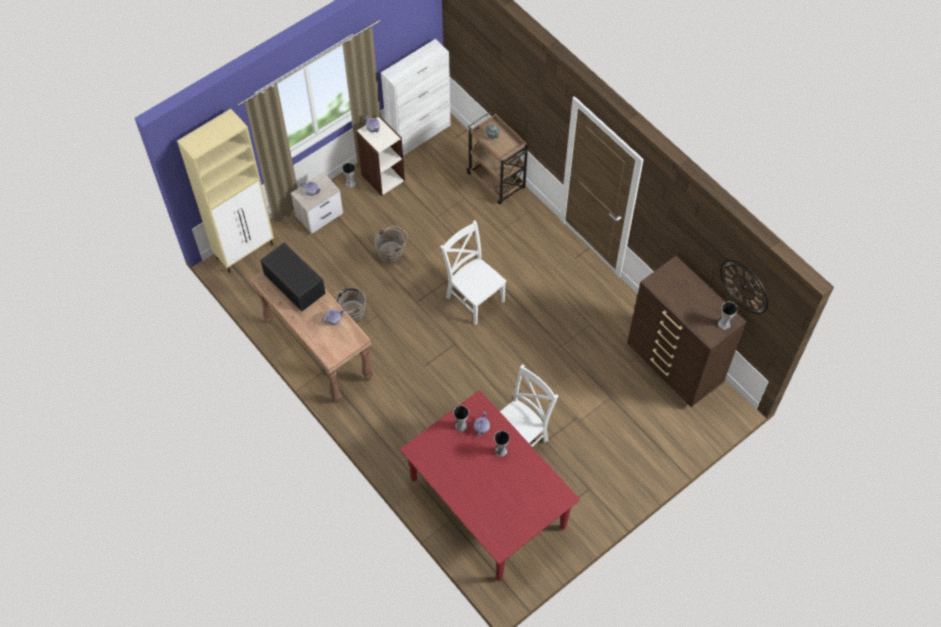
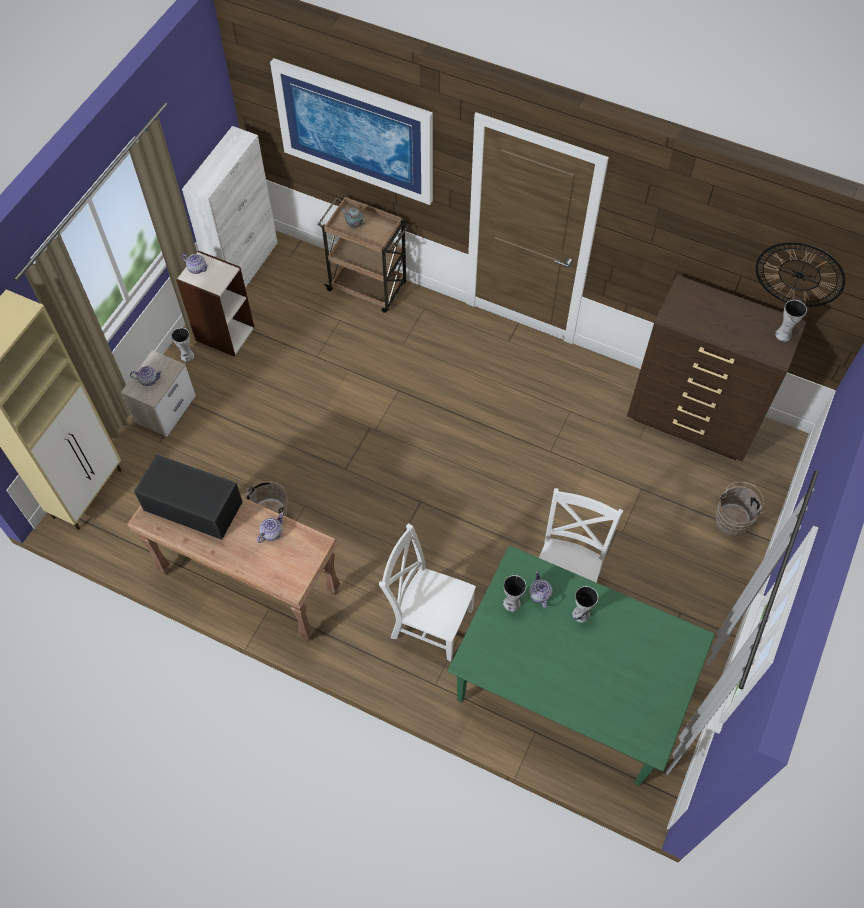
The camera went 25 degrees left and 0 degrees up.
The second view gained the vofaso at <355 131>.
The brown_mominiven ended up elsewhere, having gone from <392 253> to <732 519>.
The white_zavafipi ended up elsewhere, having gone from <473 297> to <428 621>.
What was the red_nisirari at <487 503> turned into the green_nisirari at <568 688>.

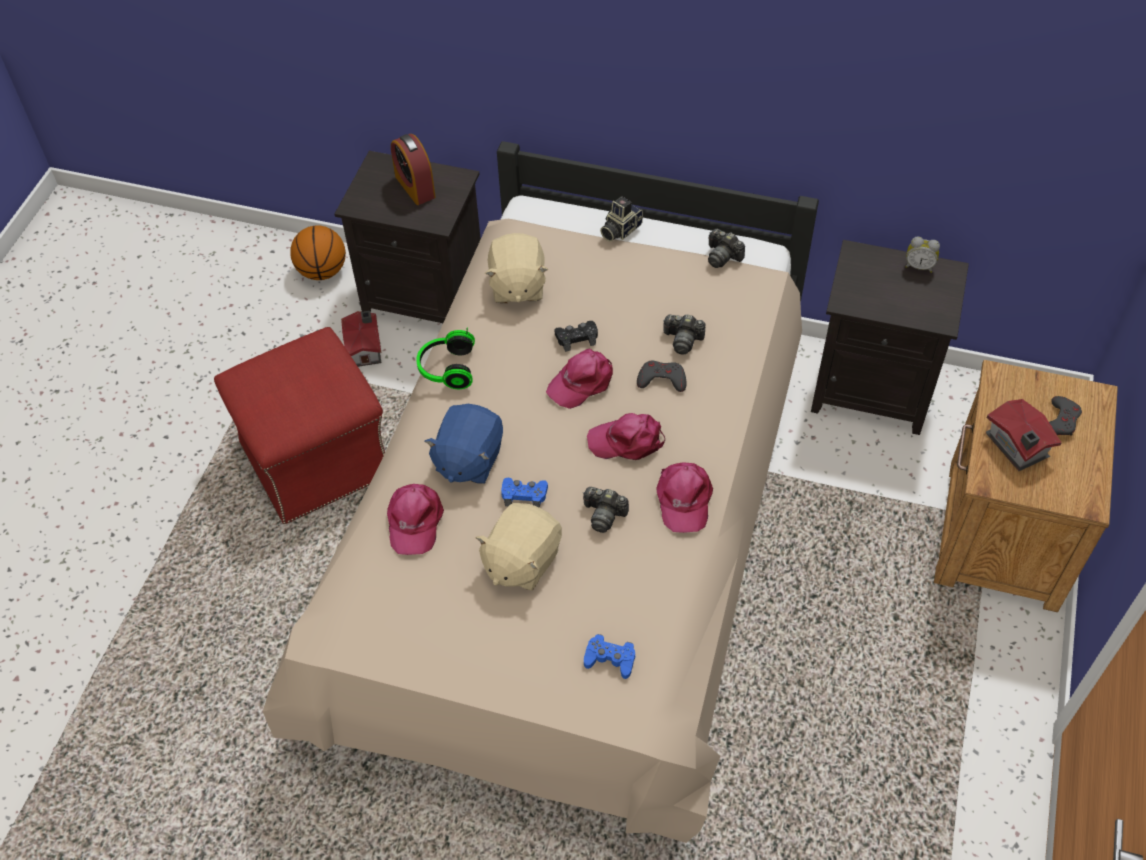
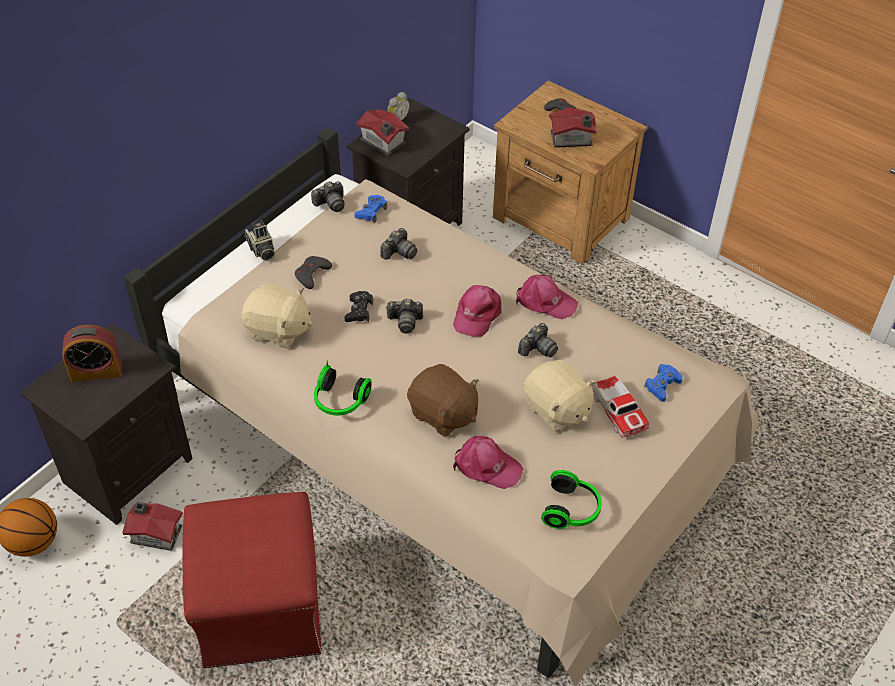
The camera went 70 degrees left and 5 degrees down.
The second view gained the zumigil at <383 142>.
The second view gained the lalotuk at <572 510>.
The second view gained the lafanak at <618 411>.
The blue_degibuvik ended up elsewhere, having gone from <524 495> to <371 212>.
The grey_degibuvik ended up elsewhere, having gone from <661 379> to <312 274>.
Where the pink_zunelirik stood at <582 382>, the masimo came to stand at <405 321>.
What was the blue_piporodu at <468 459> turned into the brown_piporodu at <443 414>.

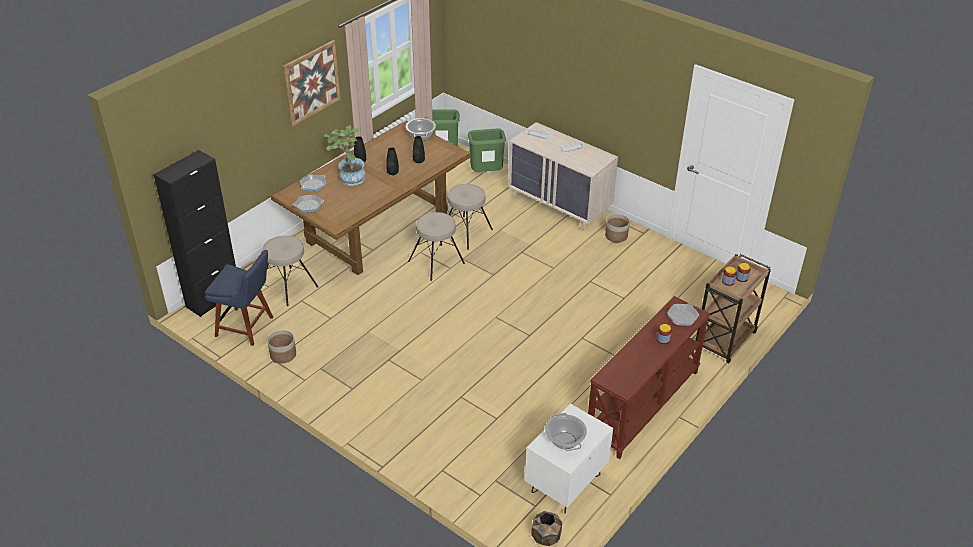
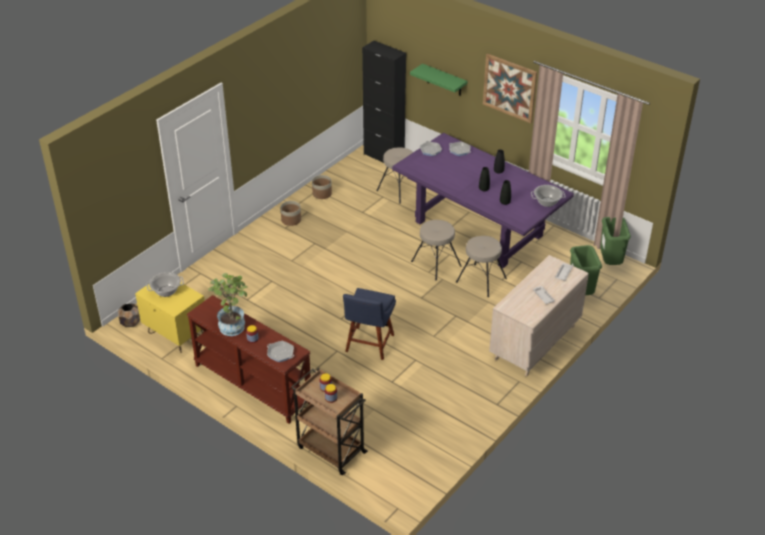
The camera went 90 degrees right and 0 degrees up.
The second view gained the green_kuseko at <444 80>.
The blue_zavafipi ended up elsewhere, having gone from <247 327> to <369 345>.
The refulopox ended up elsewhere, having gone from <348 178> to <233 324>.
The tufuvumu ended up elsewhere, having gone from <616 236> to <291 220>.
What was the brown_nisirari at <378 229> turned into the purple_nisirari at <479 229>.
What was the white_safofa at <566 484> turned into the yellow_safofa at <175 335>.

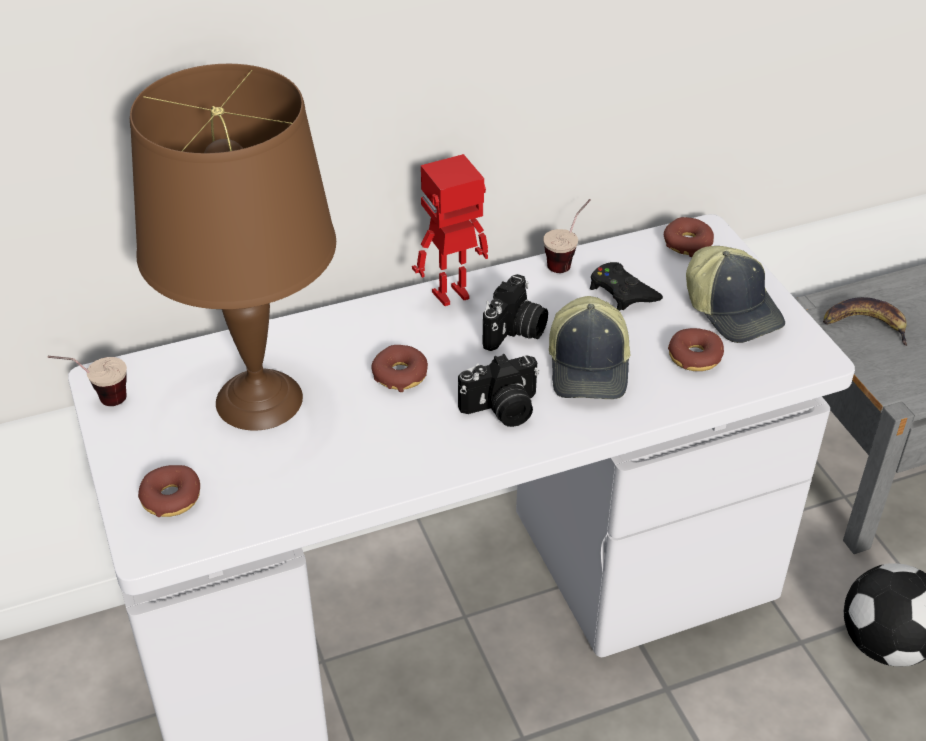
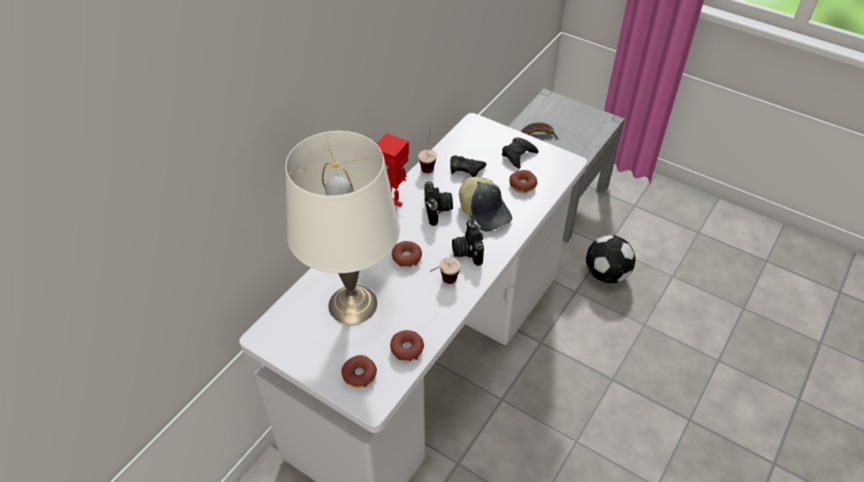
The camera went 35 degrees left and 5 degrees up.
The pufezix ended up elsewhere, having gone from <97 400> to <443 283>.
The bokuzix ended up elsewhere, having gone from <687 243> to <407 349>.
Where the zunelirik stood at <733 309>, the black_degibuvik came to stand at <518 155>.
What was the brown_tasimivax at <260 400> turned into the white_tasimivax at <353 304>.
The masimo at <502 410> ended up facing another way, 135 degrees clockwise from before.

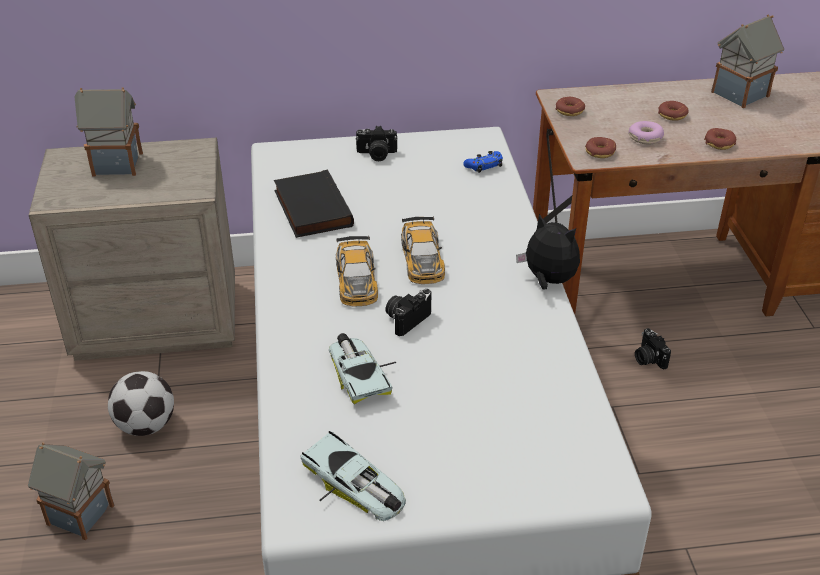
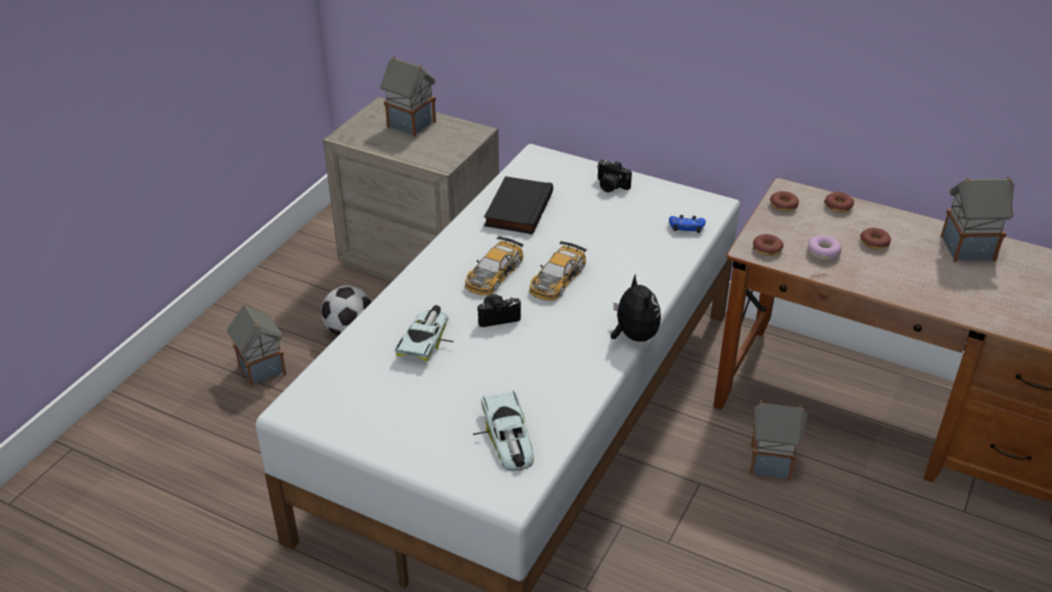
The camera went 35 degrees right and 0 degrees up.
The lafanak ended up elsewhere, having gone from <354 485> to <507 437>.
The bokuzix ended up elsewhere, having gone from <719 143> to <838 206>.
Where the masimo stood at <648 358>, the zumigil came to stand at <771 462>.

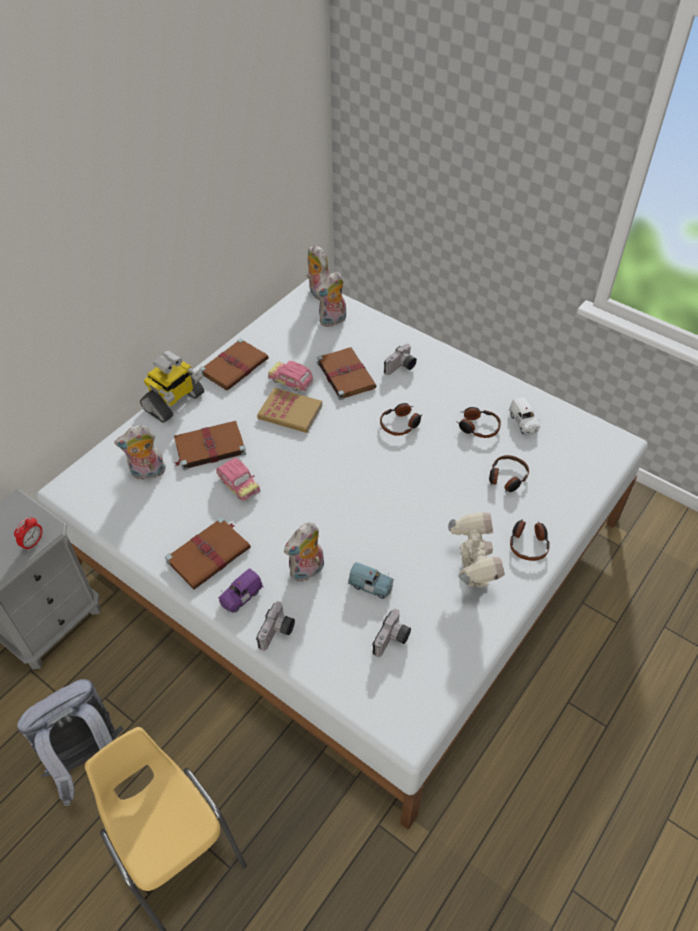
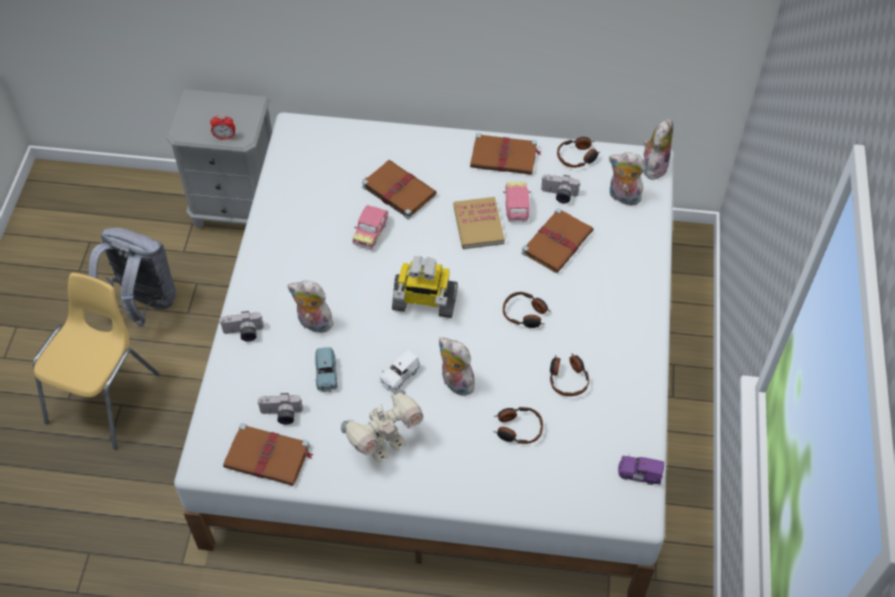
The camera went 60 degrees right and 5 degrees up.
The piporodu ended up elsewhere, having gone from <147 473> to <455 383>.
The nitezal ended up elsewhere, having gone from <174 402> to <424 302>.
The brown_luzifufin ended up elsewhere, having gone from <209 554> to <269 457>.
The purple_lafanak ended up elsewhere, having gone from <240 596> to <639 473>.
The masimo ended up elsewhere, having gone from <401 368> to <559 195>.
The white_lafanak ended up elsewhere, having gone from <523 423> to <399 376>.
The lalotuk ended up elsewhere, having gone from <528 543> to <577 157>.

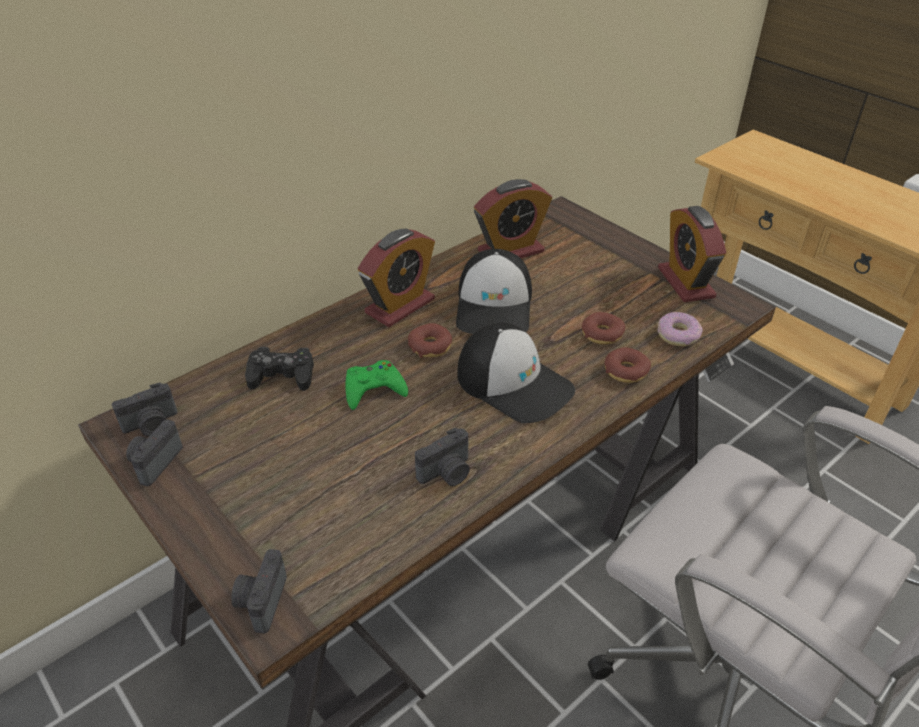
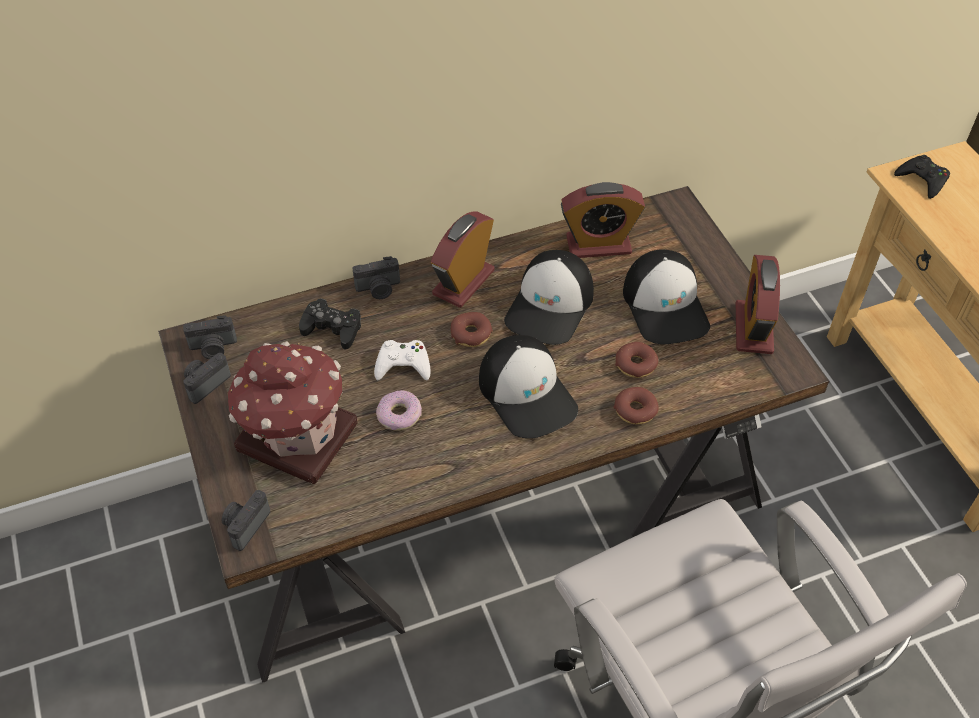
The camera went 20 degrees right and 10 degrees up.
The second view gained the zumigil at <295 436>.
The second view gained the zunelirik at <666 306>.
The second view gained the black_degibuvik at <922 180>.
The masimo ended up elsewhere, having gone from <447 473> to <379 289>.
The bokuzix ended up elsewhere, having gone from <678 335> to <399 415>.
What was the green_degibuvik at <374 389> turned into the white_degibuvik at <403 365>.
The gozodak at <400 306> ended up facing another way, 150 degrees clockwise from before.

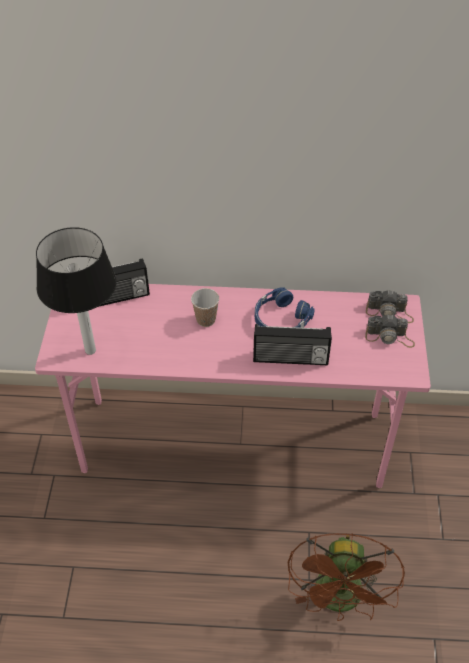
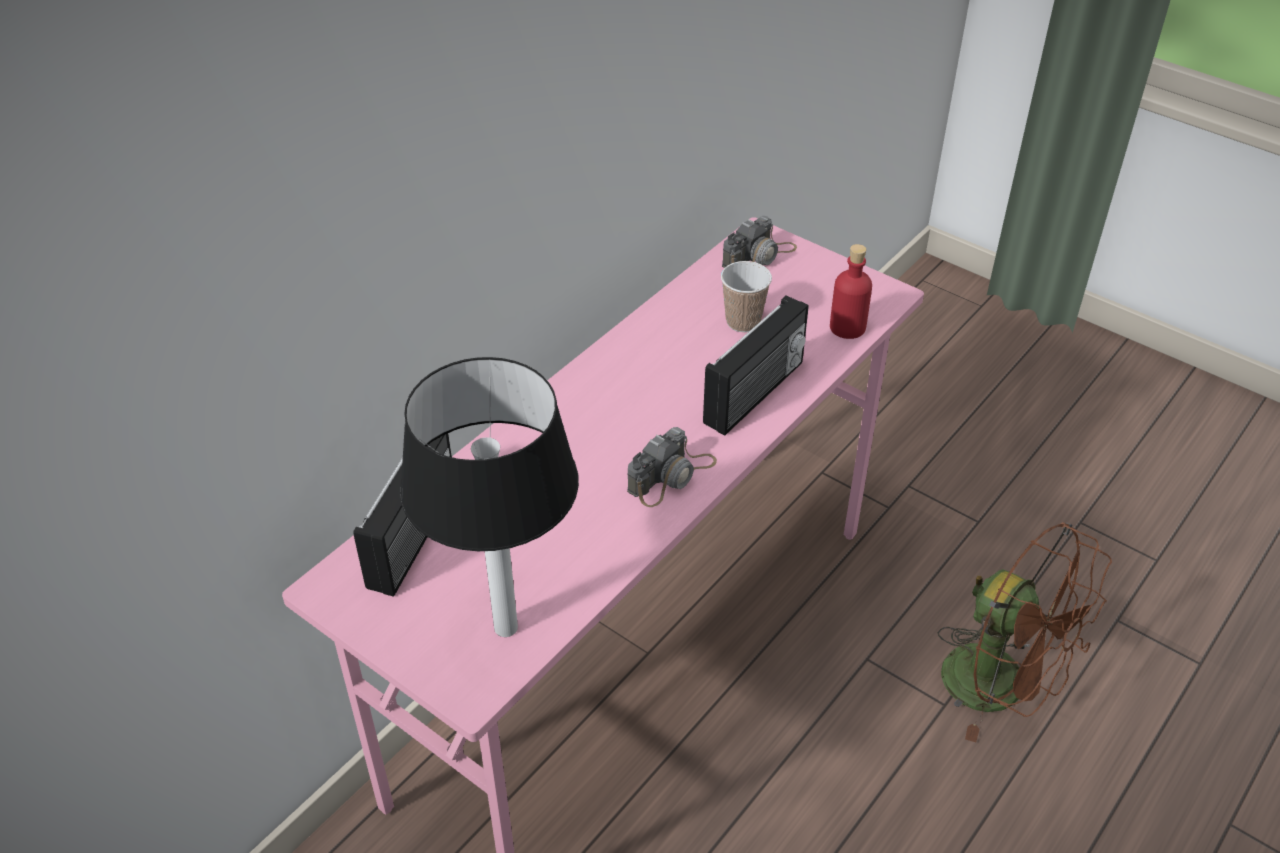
The camera went 55 degrees left and 5 degrees down.
The second view lost the blue_lalotuk at <280 319>.
The second view gained the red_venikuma at <847 327>.
The pufezix ended up elsewhere, having gone from <206 320> to <743 322>.
The masimo ended up elsewhere, having gone from <389 337> to <671 476>.

